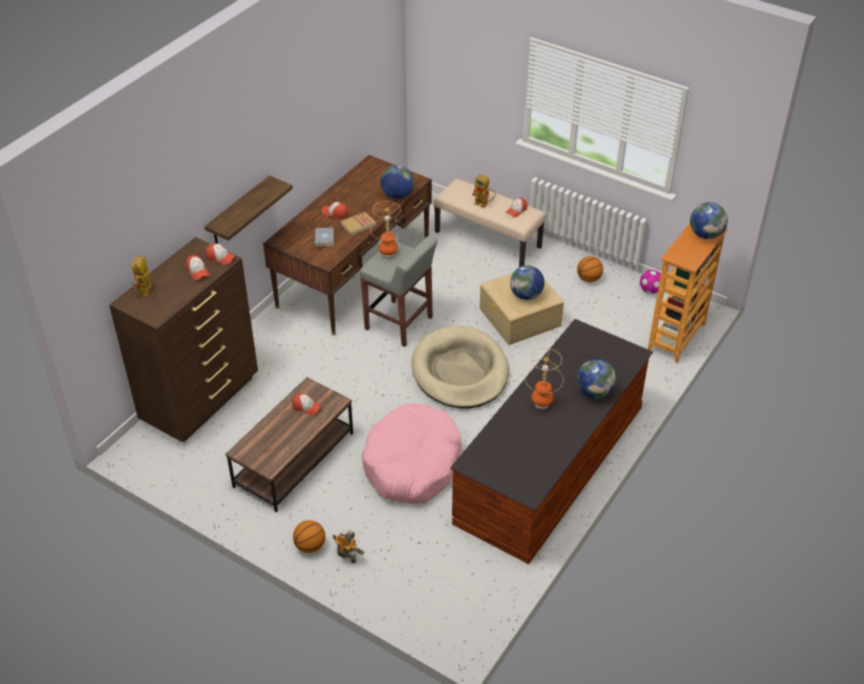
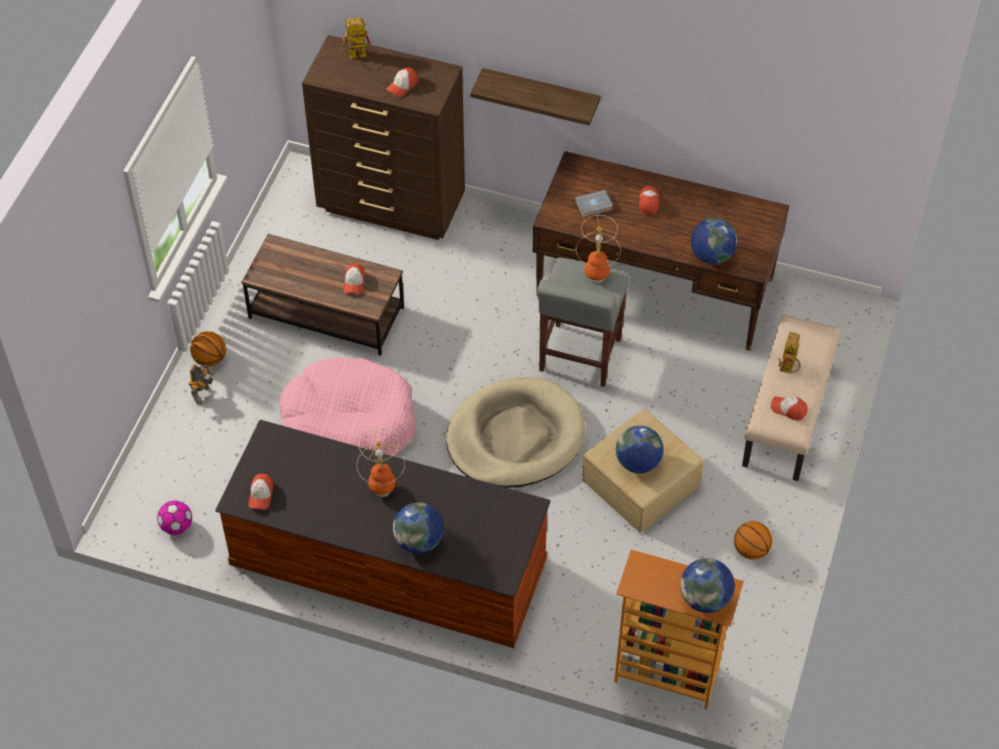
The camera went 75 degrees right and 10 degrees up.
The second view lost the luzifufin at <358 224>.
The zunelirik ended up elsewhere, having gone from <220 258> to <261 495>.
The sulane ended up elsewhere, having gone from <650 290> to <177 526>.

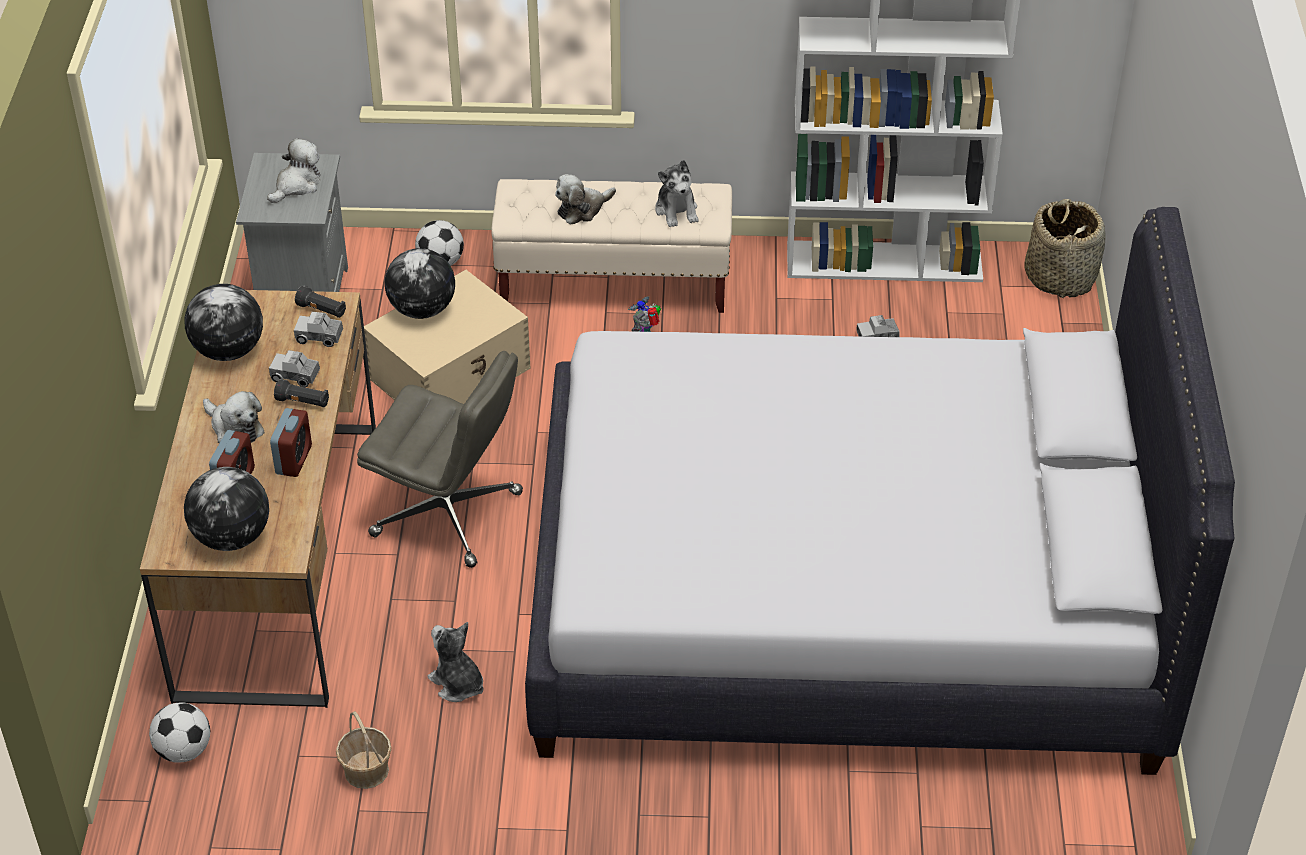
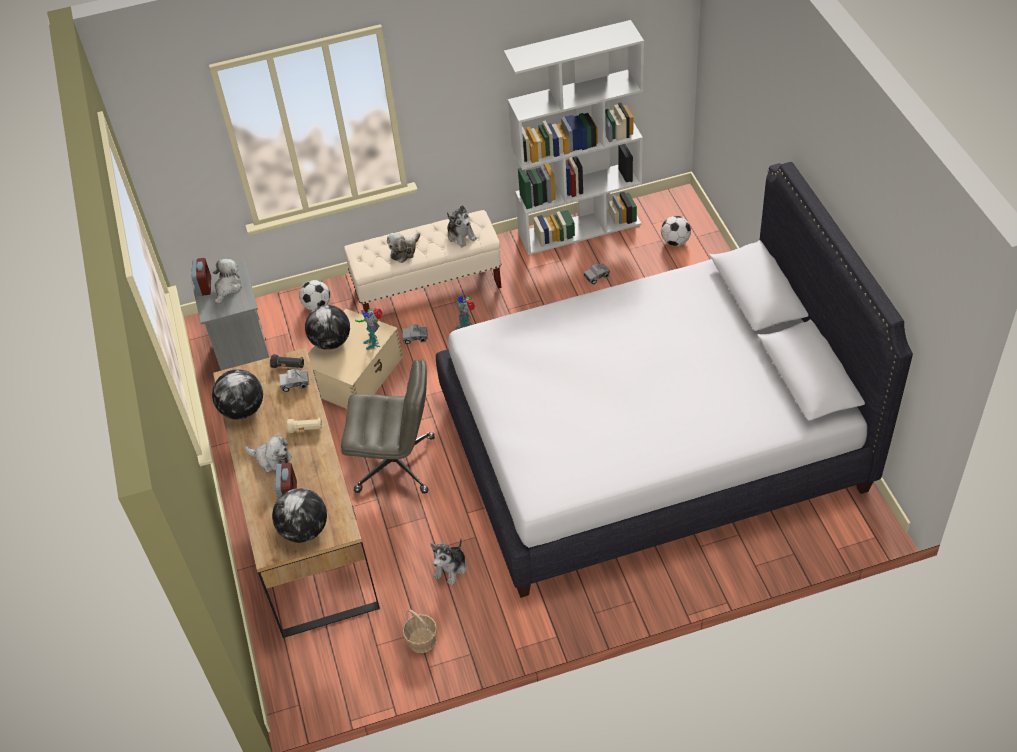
The camera went 15 degrees left and 5 degrees up.
The second view lost the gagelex at <1060 276>.
The second view gained the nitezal at <373 342>.
The sulane ended up elsewhere, having gone from <183 750> to <675 241>.
The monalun ended up elsewhere, having gone from <295 376> to <415 337>.
The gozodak ended up elsewhere, having gone from <294 460> to <204 286>.
What was the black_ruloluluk at <303 402> turned into the beige_ruloluluk at <306 429>.
The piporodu at <457 683> ended up facing another way, 90 degrees counterclockwise from before.

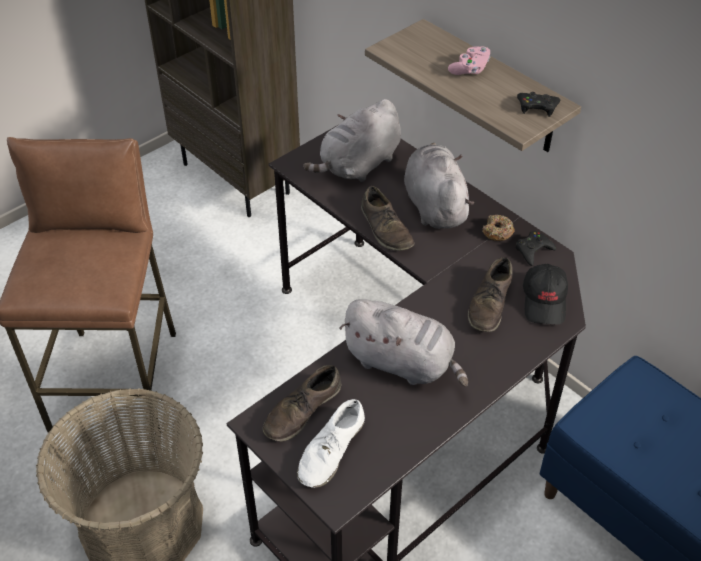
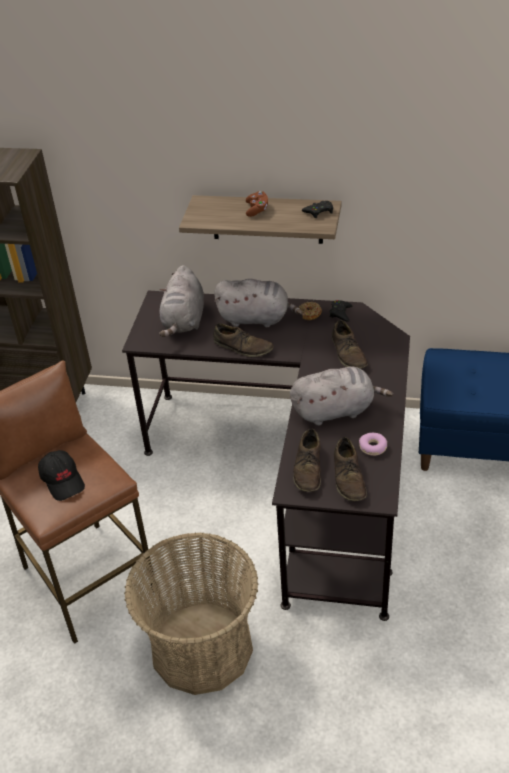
The camera went 35 degrees left and 5 degrees down.
The second view gained the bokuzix at <373 447>.
The black_zunelirik ended up elsewhere, having gone from <545 301> to <63 480>.
What was the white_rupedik at <331 450> turned into the brown_rupedik at <348 477>.
What was the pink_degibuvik at <470 69> turned into the brown_degibuvik at <257 210>.
The grey_piporodu at <434 205> ended up facing another way, 150 degrees clockwise from before.

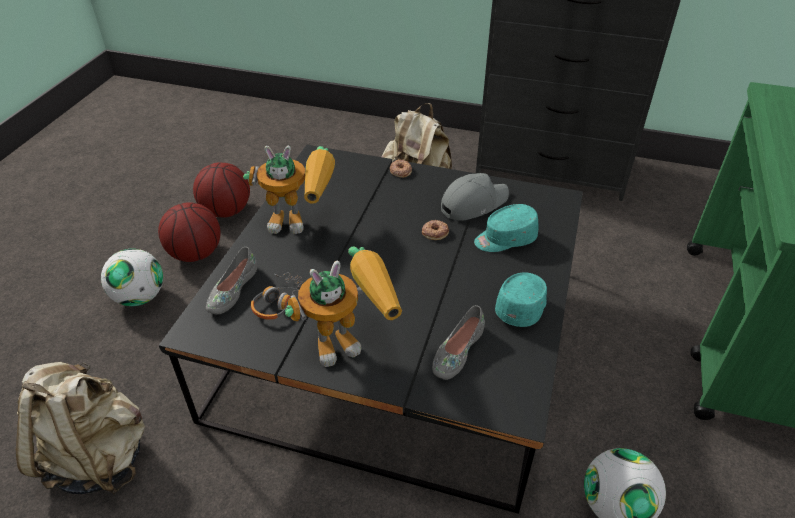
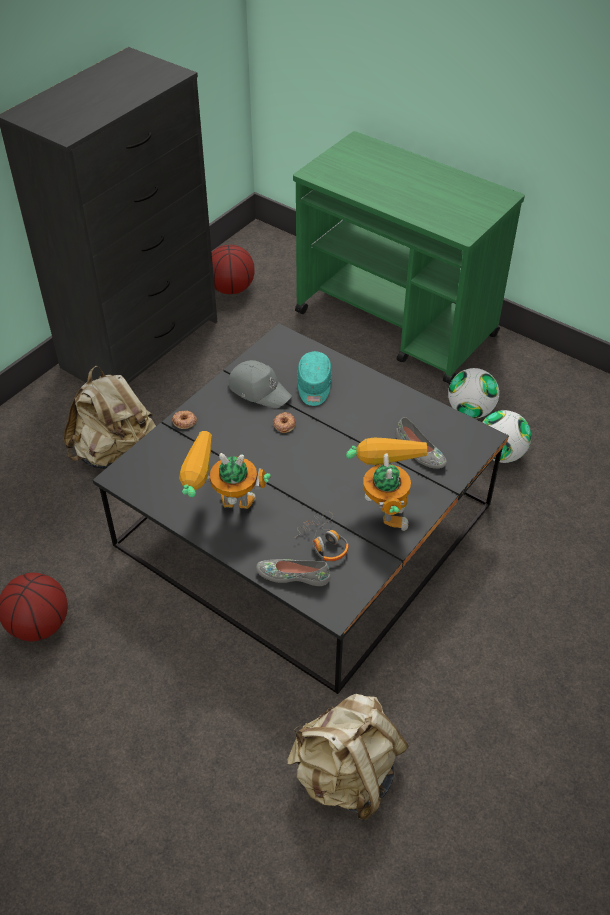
The camera went 70 degrees left and 5 degrees up.
The second view lost the turquoise_zunelirik at <522 306>.
The sulane ended up elsewhere, having gone from <140 297> to <470 411>.
The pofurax ended up elsewhere, having gone from <195 253> to <231 289>.
The grey_rupedik at <232 290> ended up facing another way, 150 degrees clockwise from before.
The nitezal at <302 221> ended up facing another way, 105 degrees counterclockwise from before.
The grey_zunelirik at <473 203> ended up facing another way, 135 degrees clockwise from before.

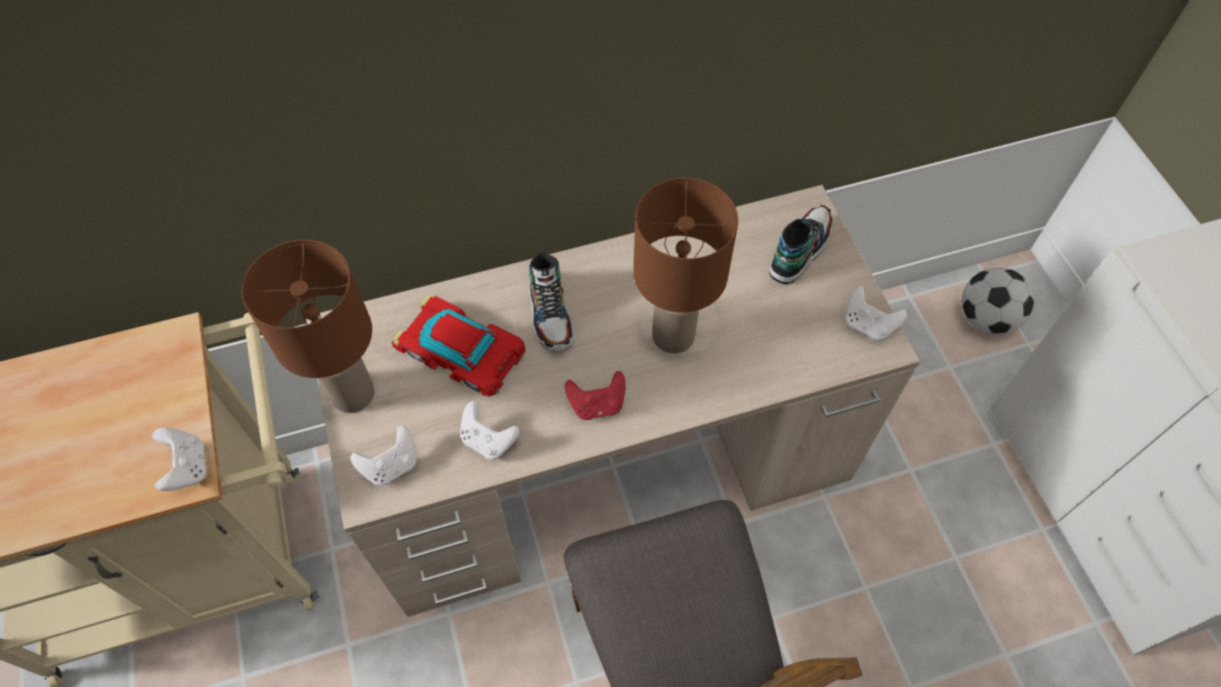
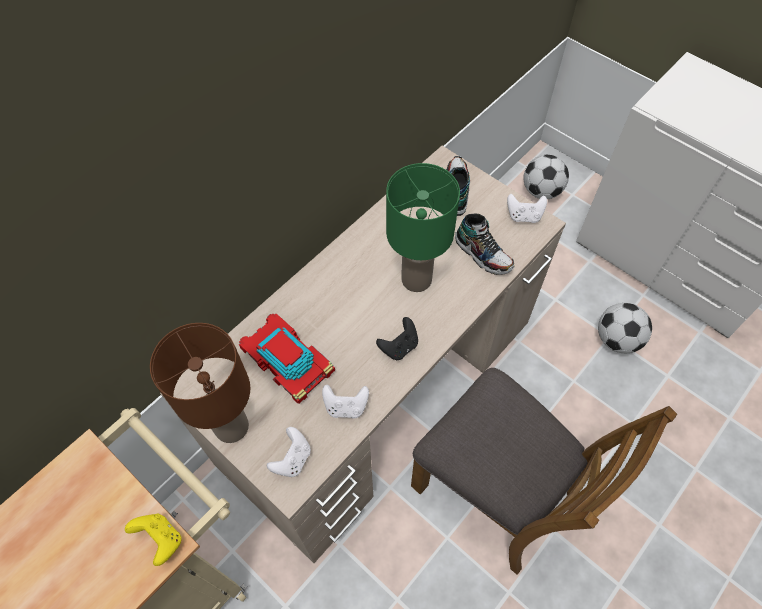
The camera went 30 degrees left and 0 degrees up.
The second view gained the sulane at <616 339>.
The rupedik ended up elsewhere, having gone from <551 315> to <483 254>.
What was the white_degibuvik at <188 467> turned into the yellow_degibuvik at <161 539>.
What was the red_degibuvik at <597 405> turned into the black_degibuvik at <399 346>.
What was the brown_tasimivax at <674 334> turned into the green_tasimivax at <416 278>.
The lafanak at <460 353> ended up facing another way, 135 degrees counterclockwise from before.

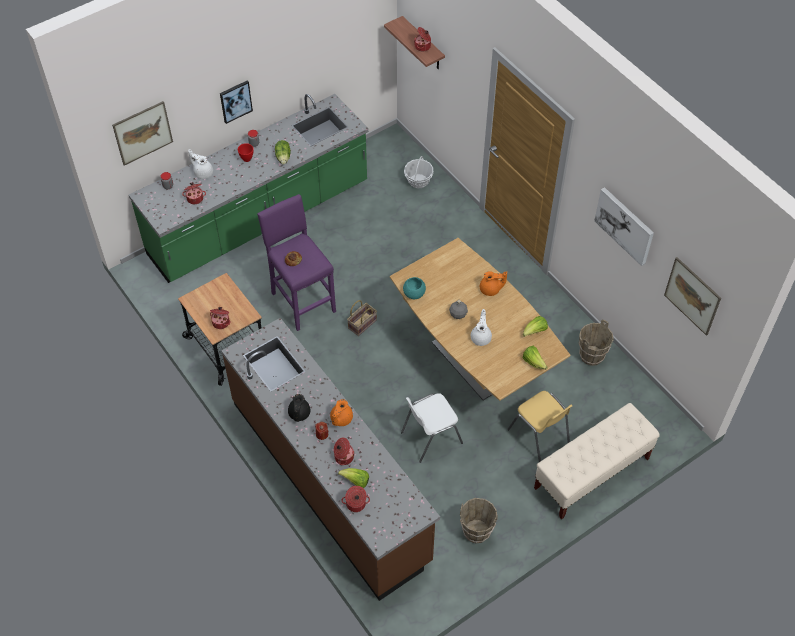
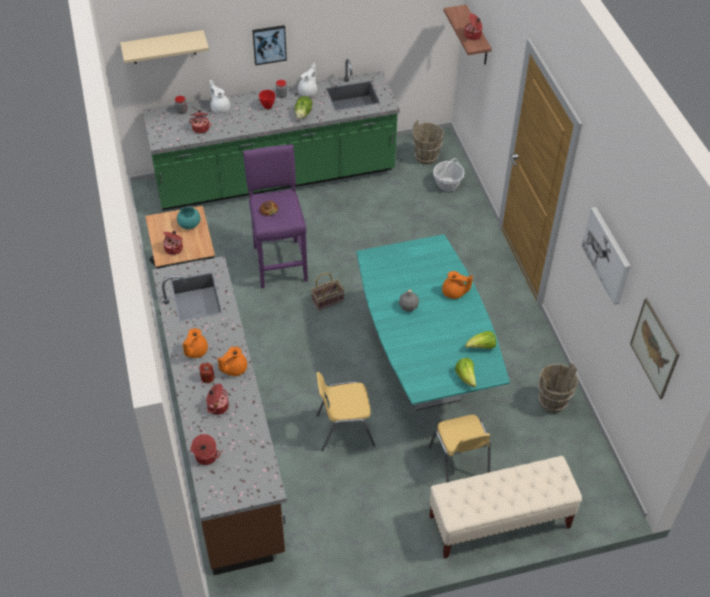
The camera went 20 degrees right and 5 degrees down.
The second view lost the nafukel at <356 481>.
The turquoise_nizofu ended up elsewhere, having gone from <414 294> to <189 224>.
The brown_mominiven ended up elsewhere, having gone from <476 531> to <426 157>.
The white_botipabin ended up elsewhere, having gone from <481 337> to <308 91>.
Where the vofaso hung at <143 133>, the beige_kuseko came to hang at <163 47>.
What was the black_botipabin at <299 414> turned into the orange_botipabin at <195 351>.
What was the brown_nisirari at <473 361> turned into the turquoise_nisirari at <423 369>.
What was the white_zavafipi at <430 437> turned into the yellow_zavafipi at <344 429>.

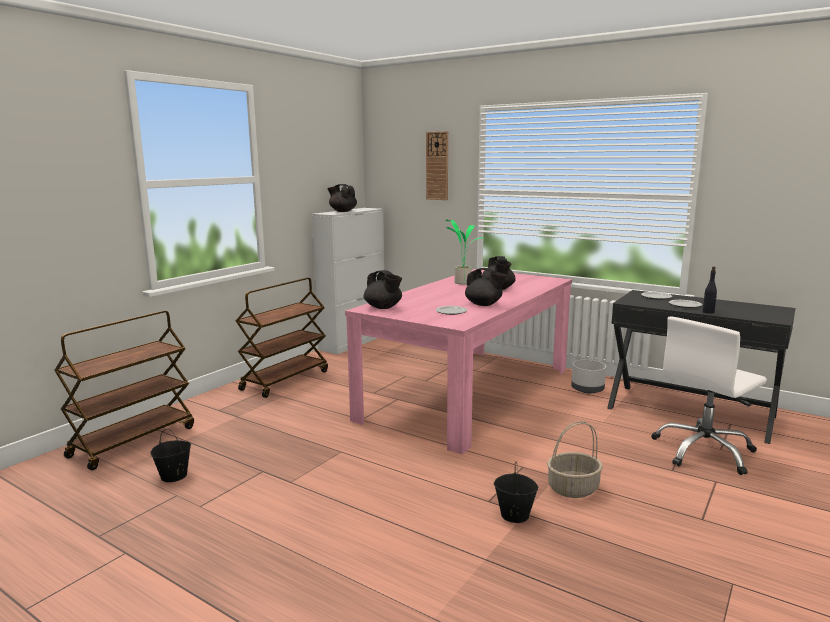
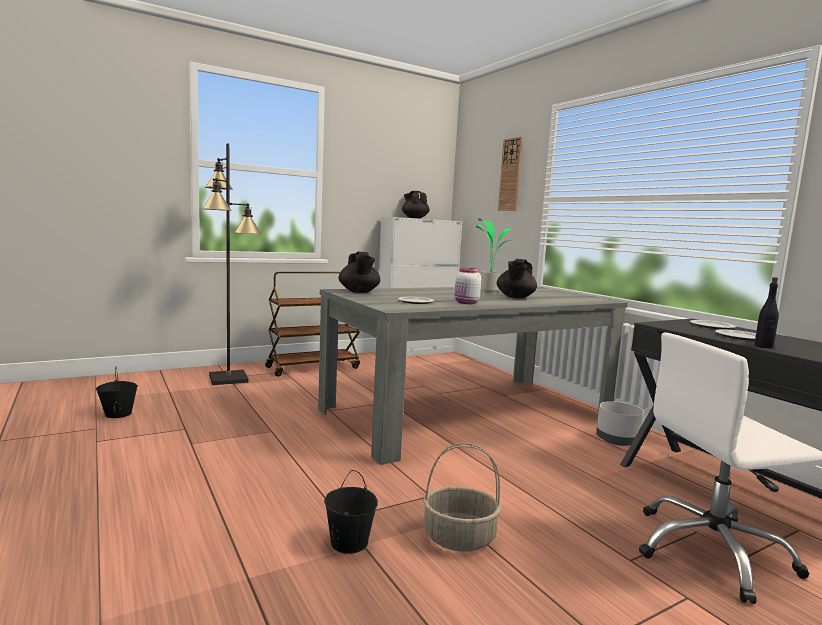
The camera went 25 degrees right and 5 degrees down.
The second view lost the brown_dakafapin at <133 441>.
The second view gained the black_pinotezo at <229 378>.
Where the black_botipabin stood at <484 304>, the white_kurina came to stand at <466 303>.
What was the pink_nisirari at <469 393> turned into the grey_nisirari at <468 413>.

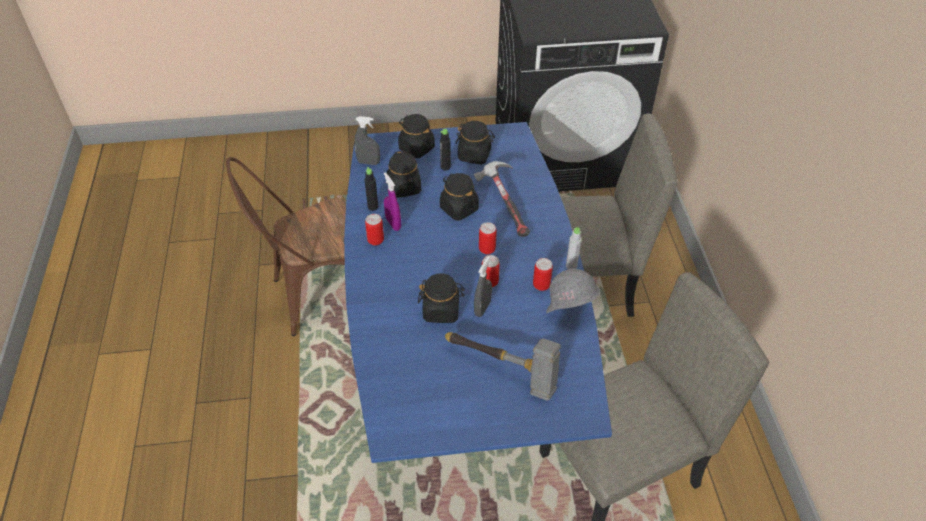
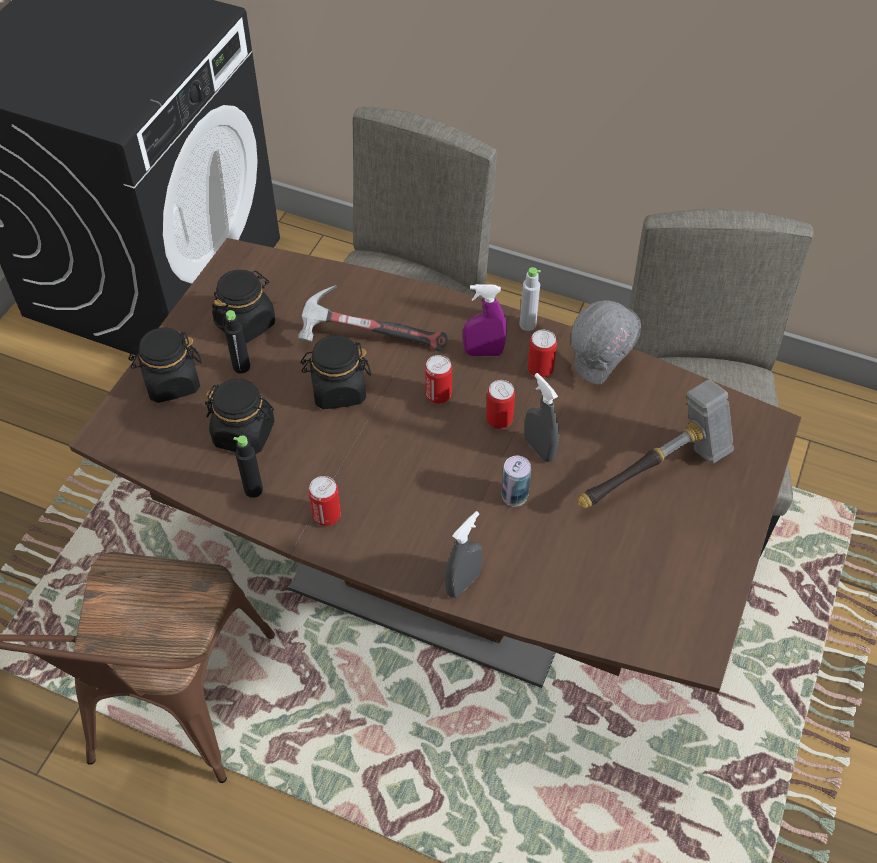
The camera went 60 degrees left and 5 degrees up.
The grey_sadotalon ended up elsewhere, having gone from <368 162> to <463 583>.
The purple_sadotalon ended up elsewhere, having gone from <393 224> to <483 352>.
Where the black_kurina stood at <441 310>, the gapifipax came to stand at <514 496>.
What was the blue_nisirari at <462 370> turned into the brown_nisirari at <438 583>.

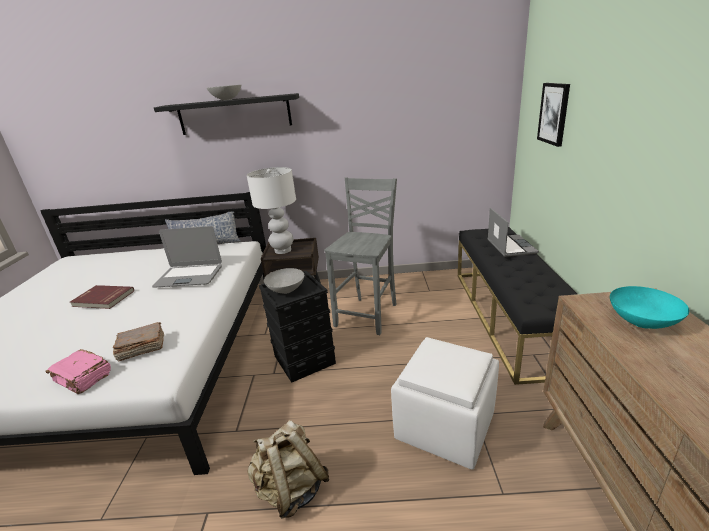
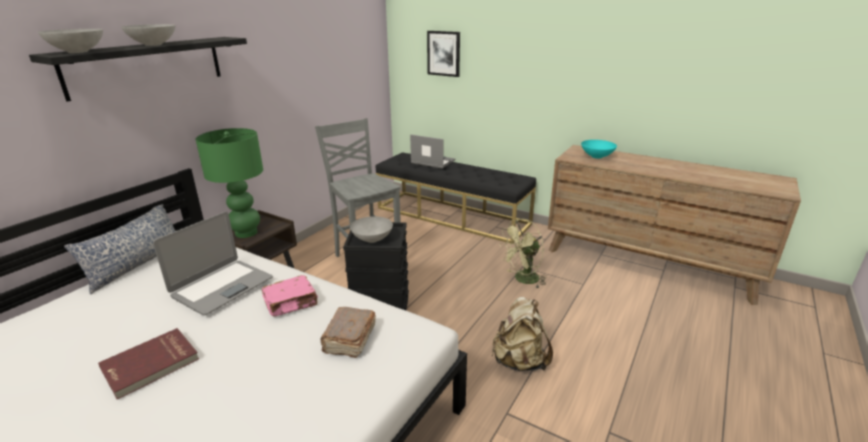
The camera went 60 degrees left and 0 degrees up.
The second view gained the grey_nizofu at <78 52>.
The pink_luzifufin ended up elsewhere, having gone from <83 378> to <291 304>.
Where the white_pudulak stood at <446 427>, the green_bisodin came to stand at <522 280>.
What was the white_tasimivax at <282 250> turned into the green_tasimivax at <246 233>.

